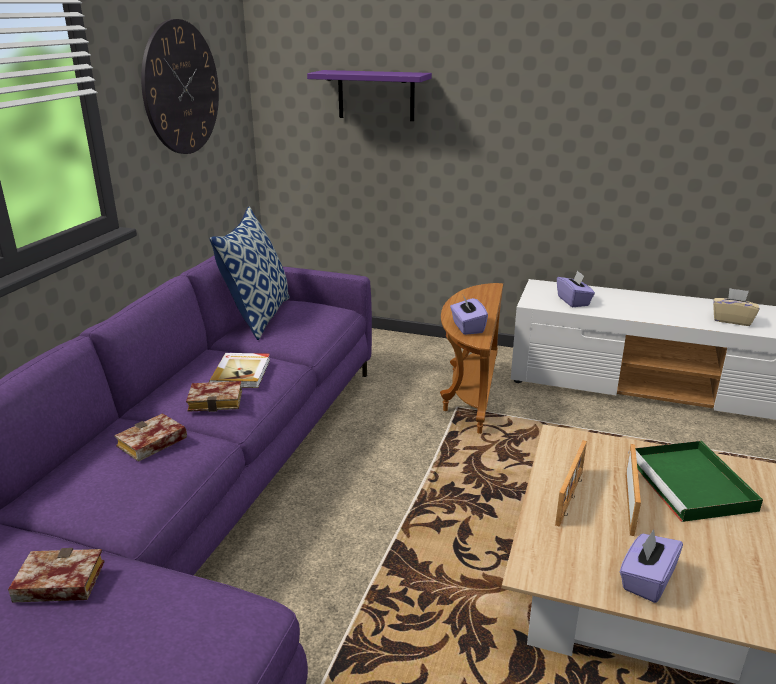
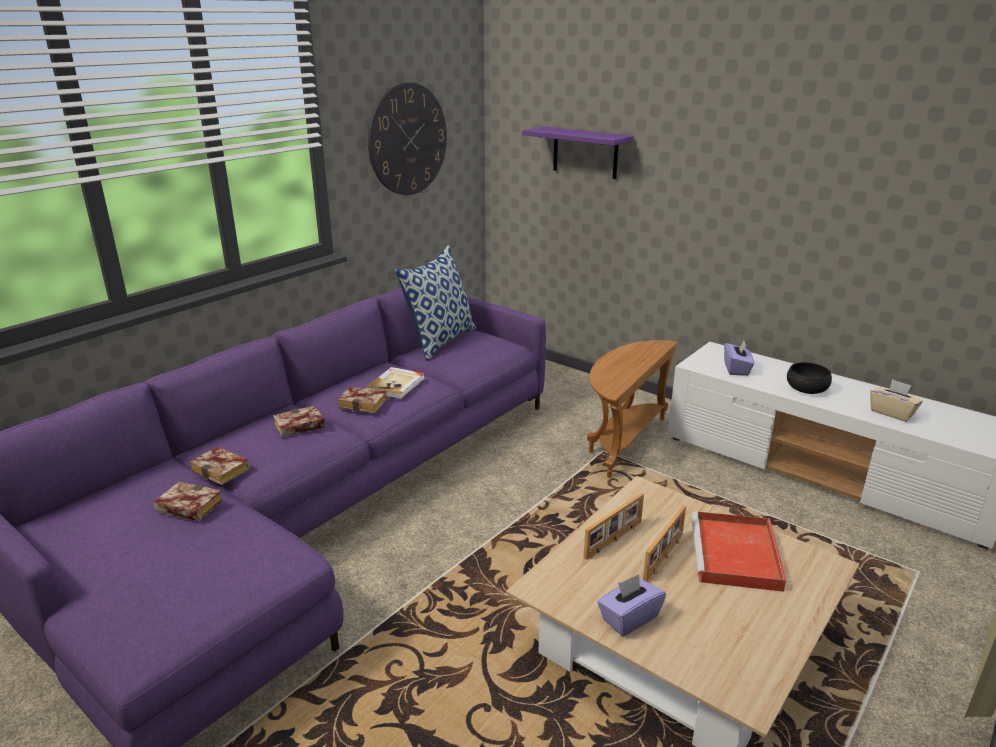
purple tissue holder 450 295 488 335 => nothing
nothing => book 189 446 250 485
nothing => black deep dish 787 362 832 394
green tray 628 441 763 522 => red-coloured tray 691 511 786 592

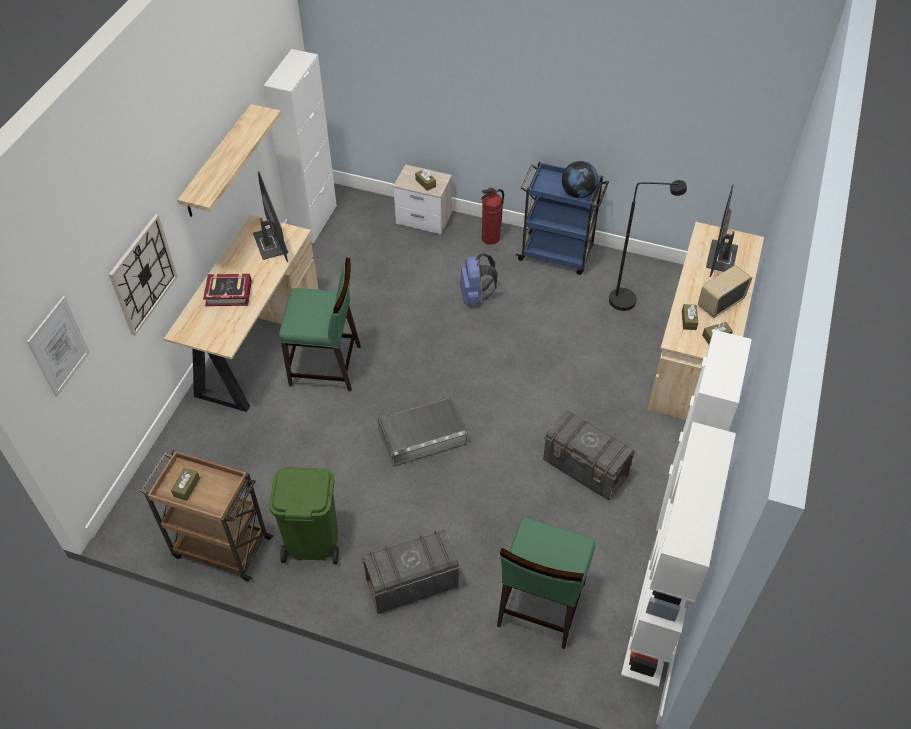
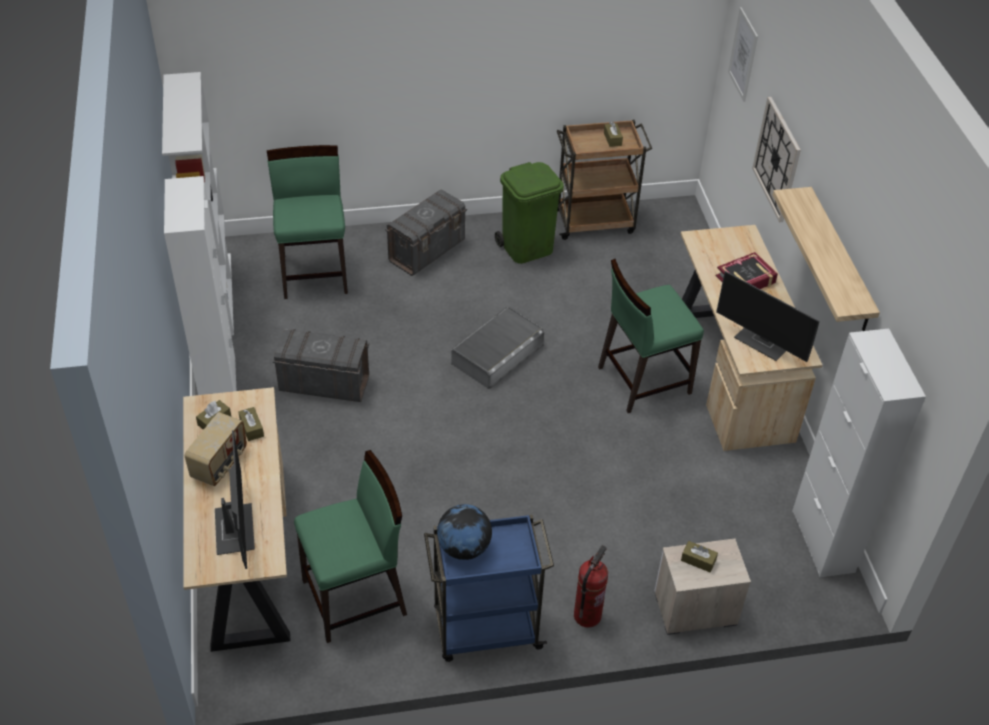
blue knapsack 460 253 498 304 => nothing
black standing lamp 609 180 687 311 => green upright chair 294 450 407 643

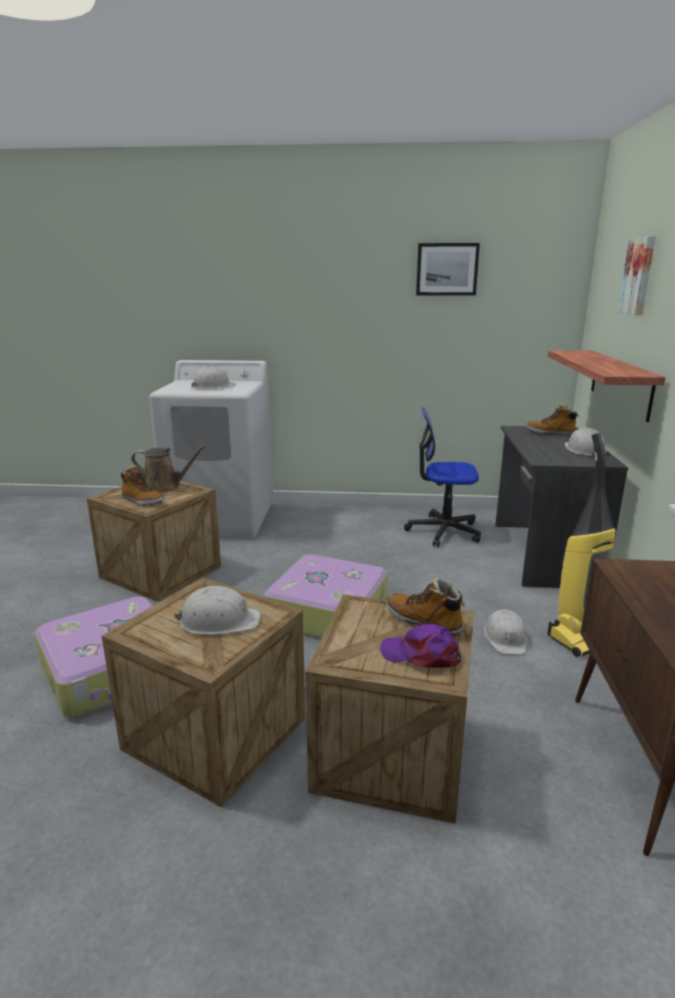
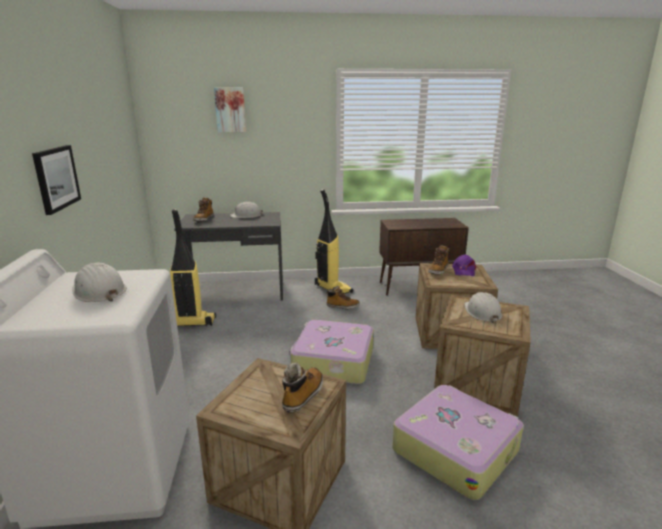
brownish sprinkling can 131 446 206 493 => nothing
wall shelf 548 350 666 422 => nothing
wall picture 416 243 480 296 => wall picture 32 145 81 215, relocated
office chair 404 407 481 547 => vacuum 170 209 216 326
white-coloured hard hat 484 609 527 655 => high-top boot 326 286 360 309

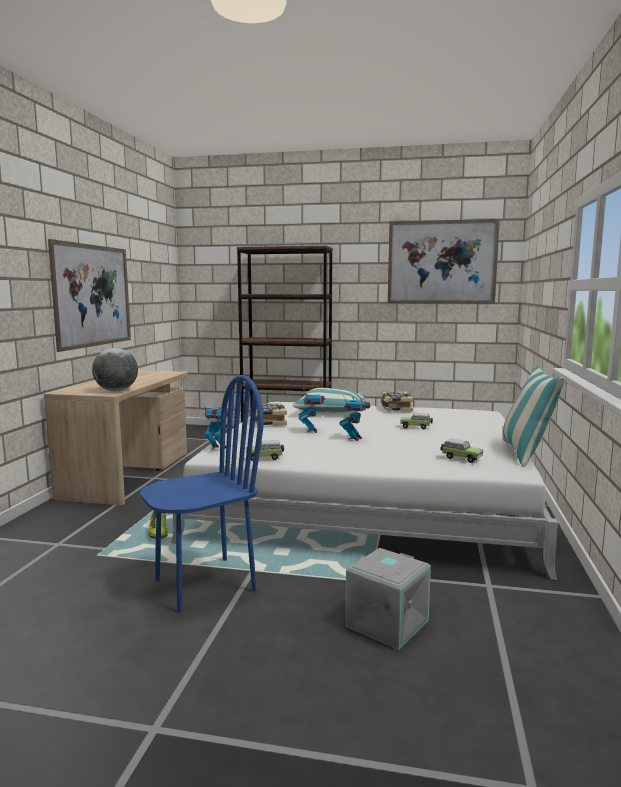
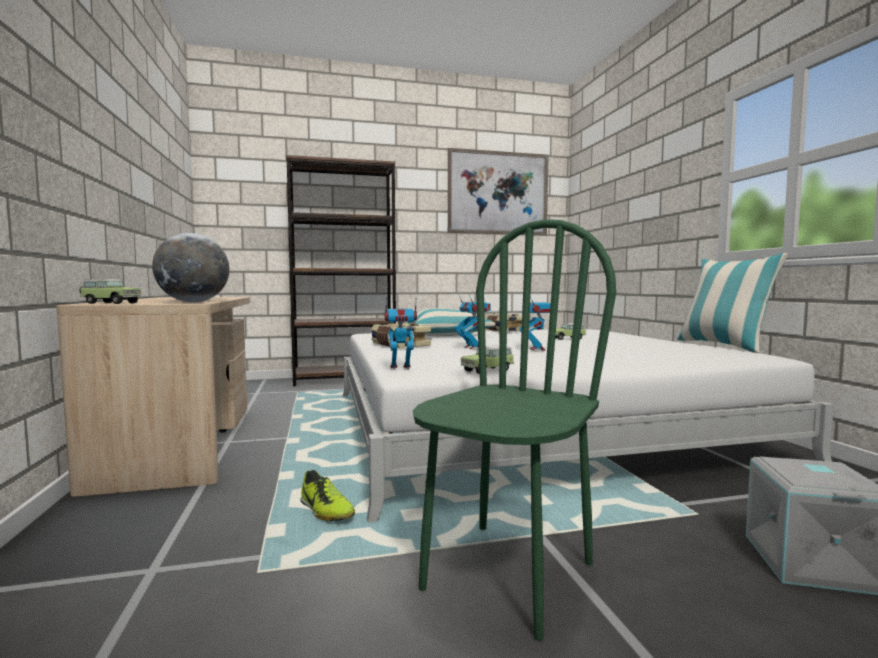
wall picture 48 239 131 352 => nothing
model car 441 438 483 463 => model car 79 279 141 304, relocated
blue upright chair 140 375 264 613 => green upright chair 413 219 616 641

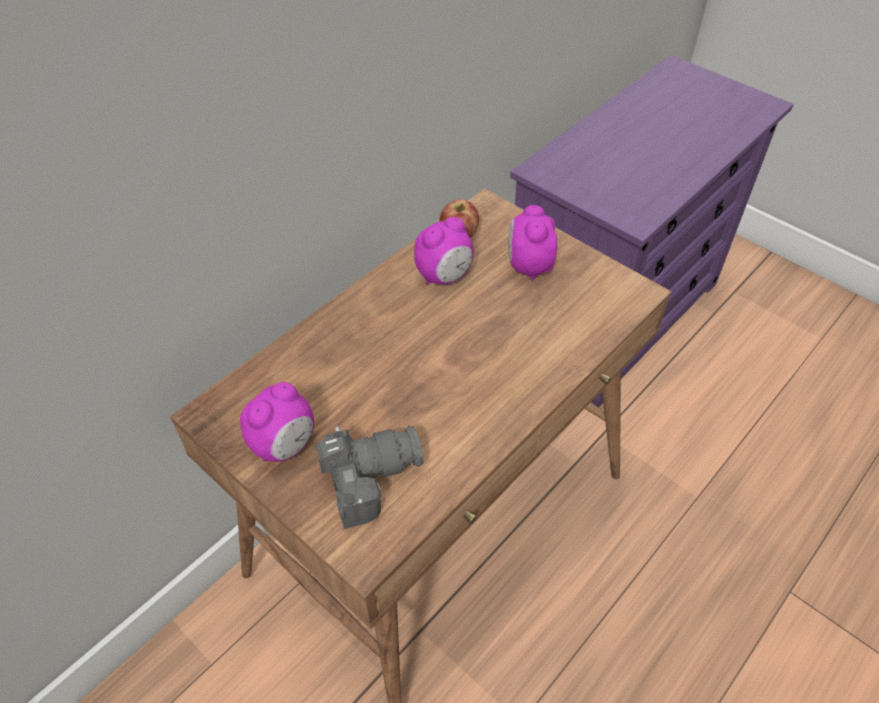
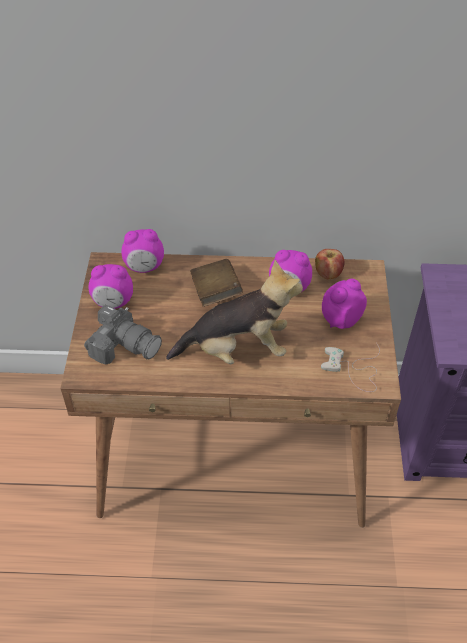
nothing => table clock 121 229 164 273
nothing => cuddly toy 166 260 303 364
nothing => brownish book 190 259 243 307
nothing => white-coloured game controller 321 343 380 392

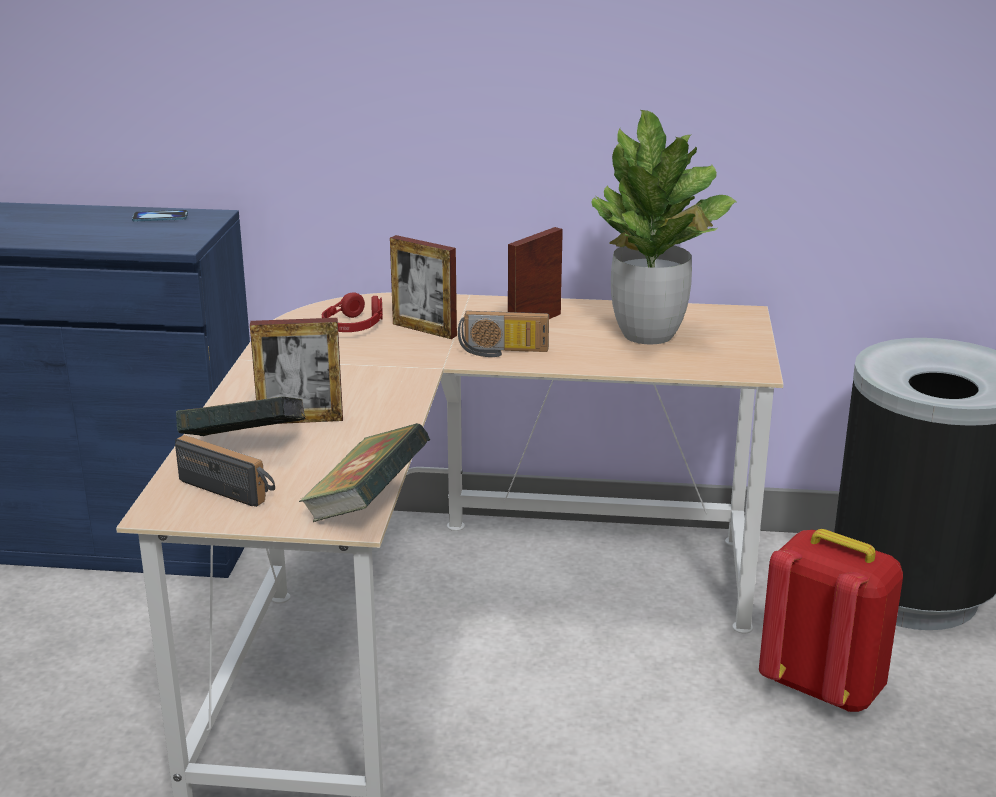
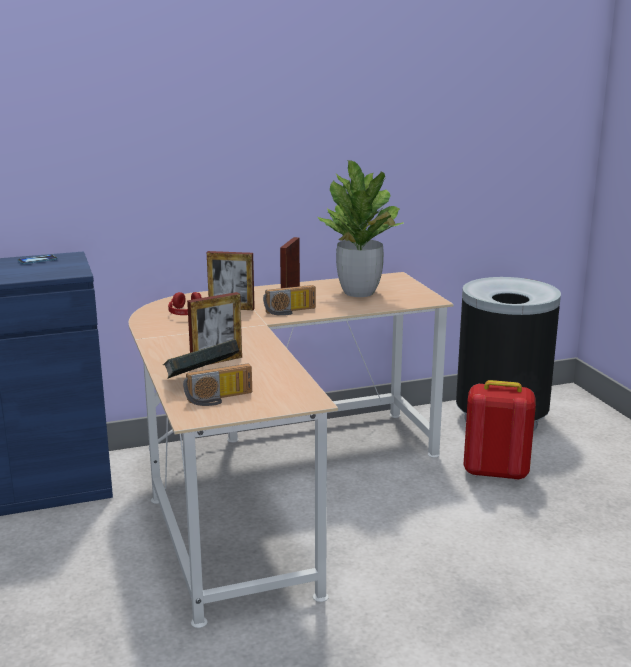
book 299 423 430 522 => nothing
radio 175 435 275 507 => radio 183 363 252 406, 150 degrees clockwise

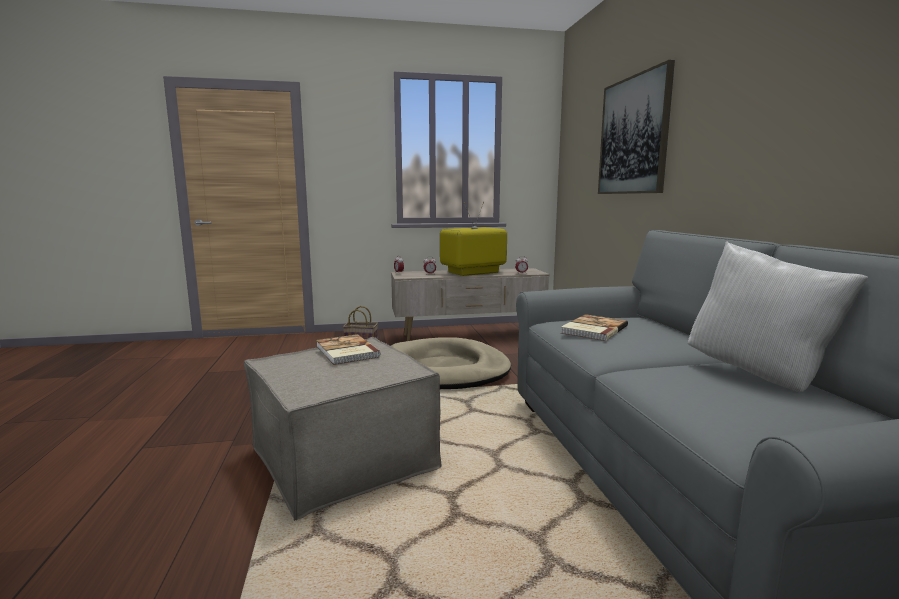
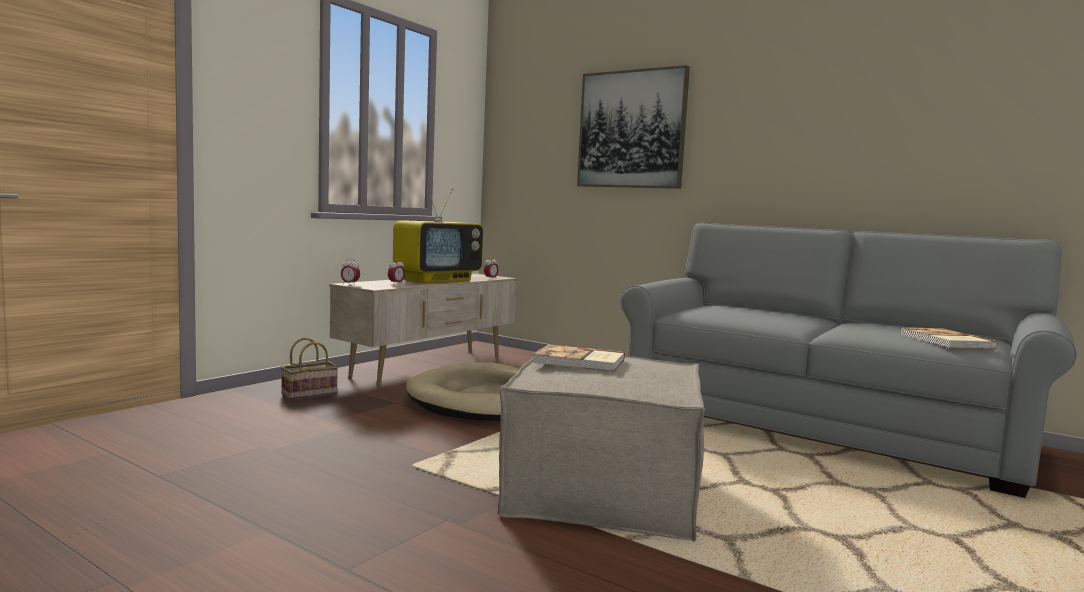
white-coloured pillow 688 241 868 392 => nothing
book 561 314 628 341 => book 900 327 998 349, relocated
television 440 202 507 276 => television 393 186 483 283, 150 degrees counterclockwise

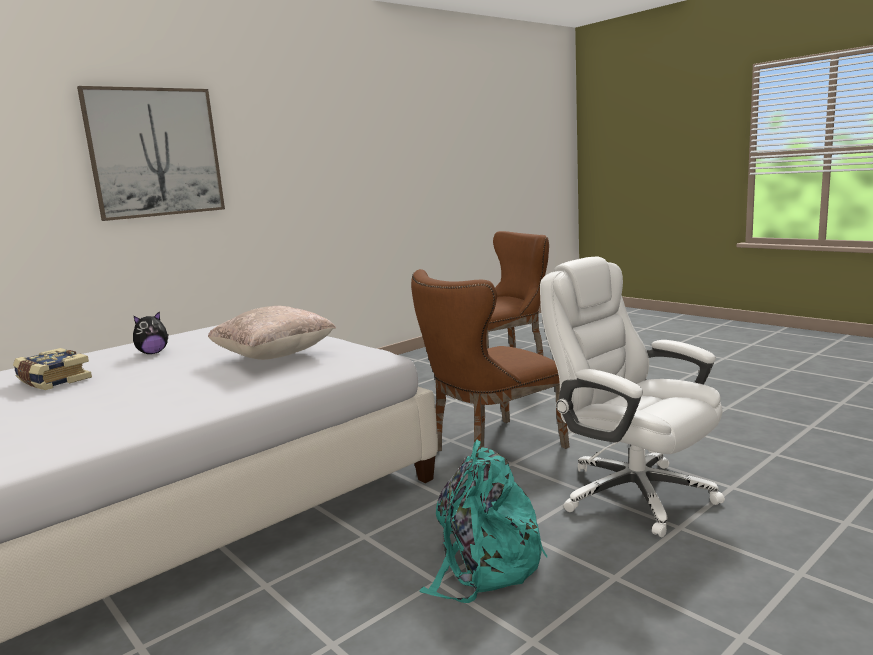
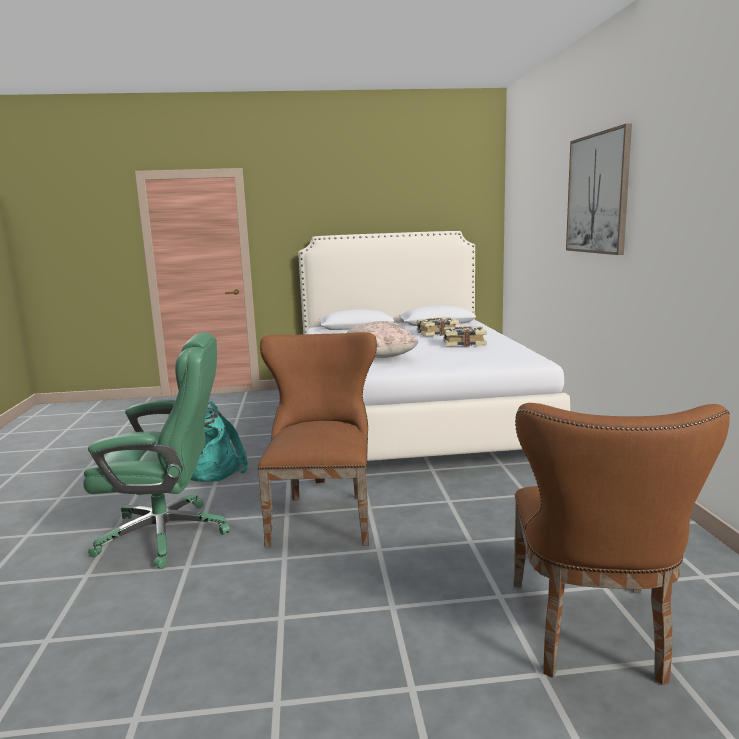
cuddly toy 133 311 168 354 => book 443 326 487 346
white-coloured office chair 540 257 725 537 => green office chair 83 332 230 569

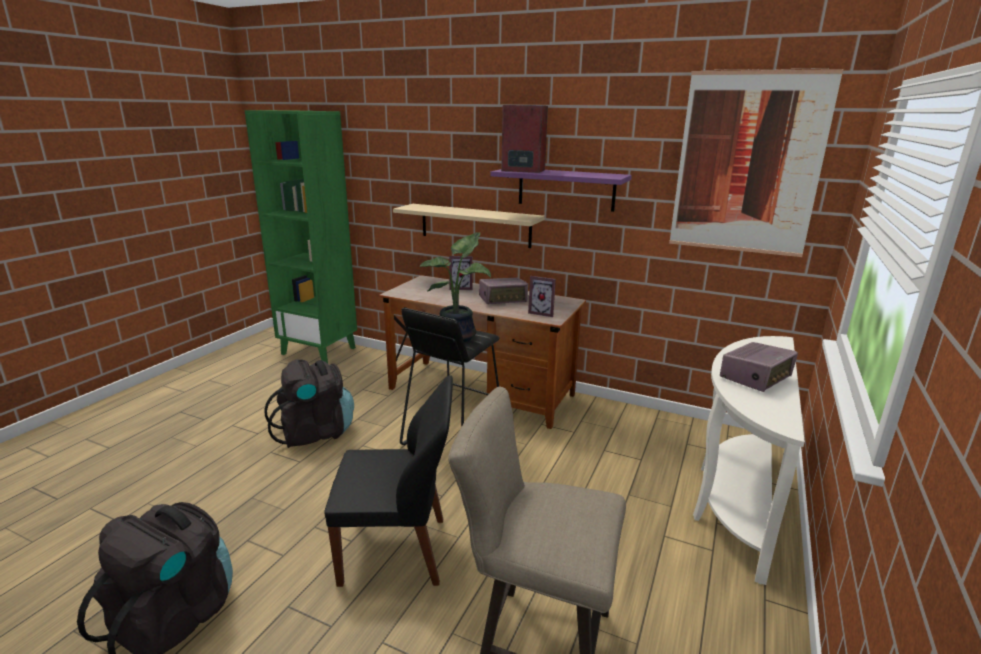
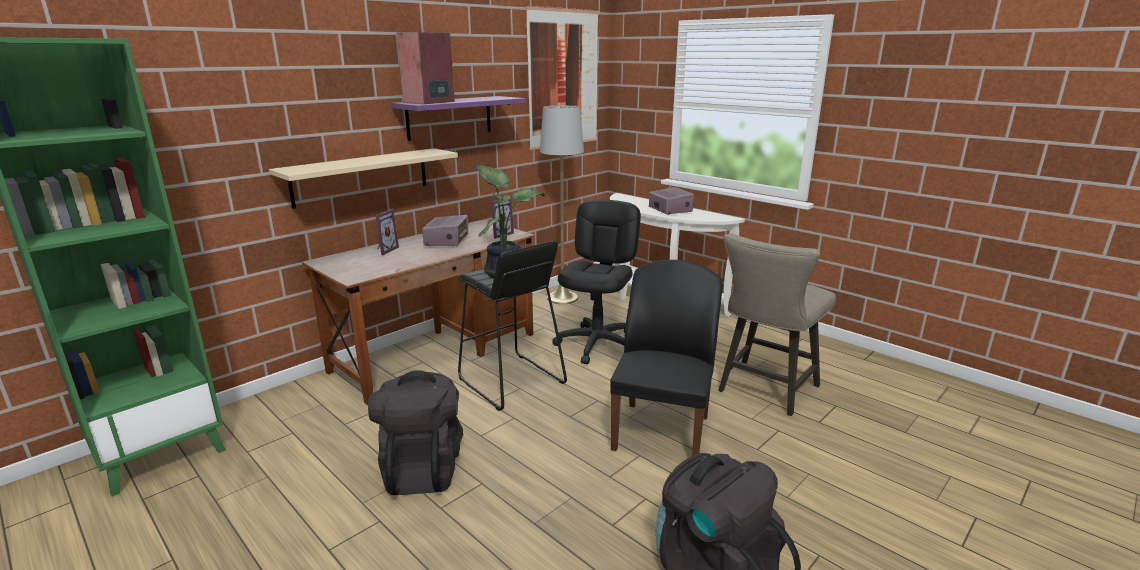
nothing => greyish standing lamp 540 105 584 304
nothing => black office chair 552 200 641 364

